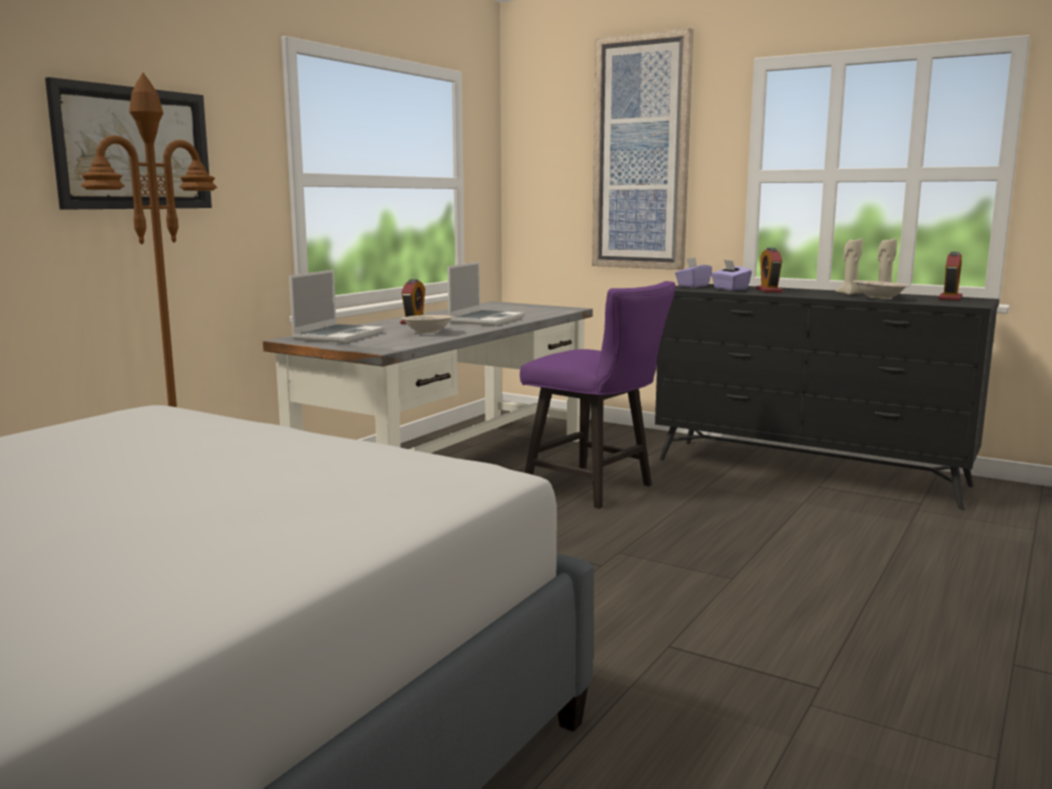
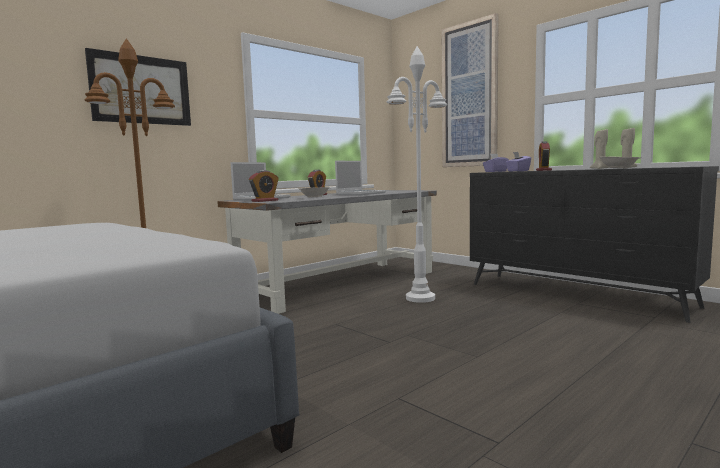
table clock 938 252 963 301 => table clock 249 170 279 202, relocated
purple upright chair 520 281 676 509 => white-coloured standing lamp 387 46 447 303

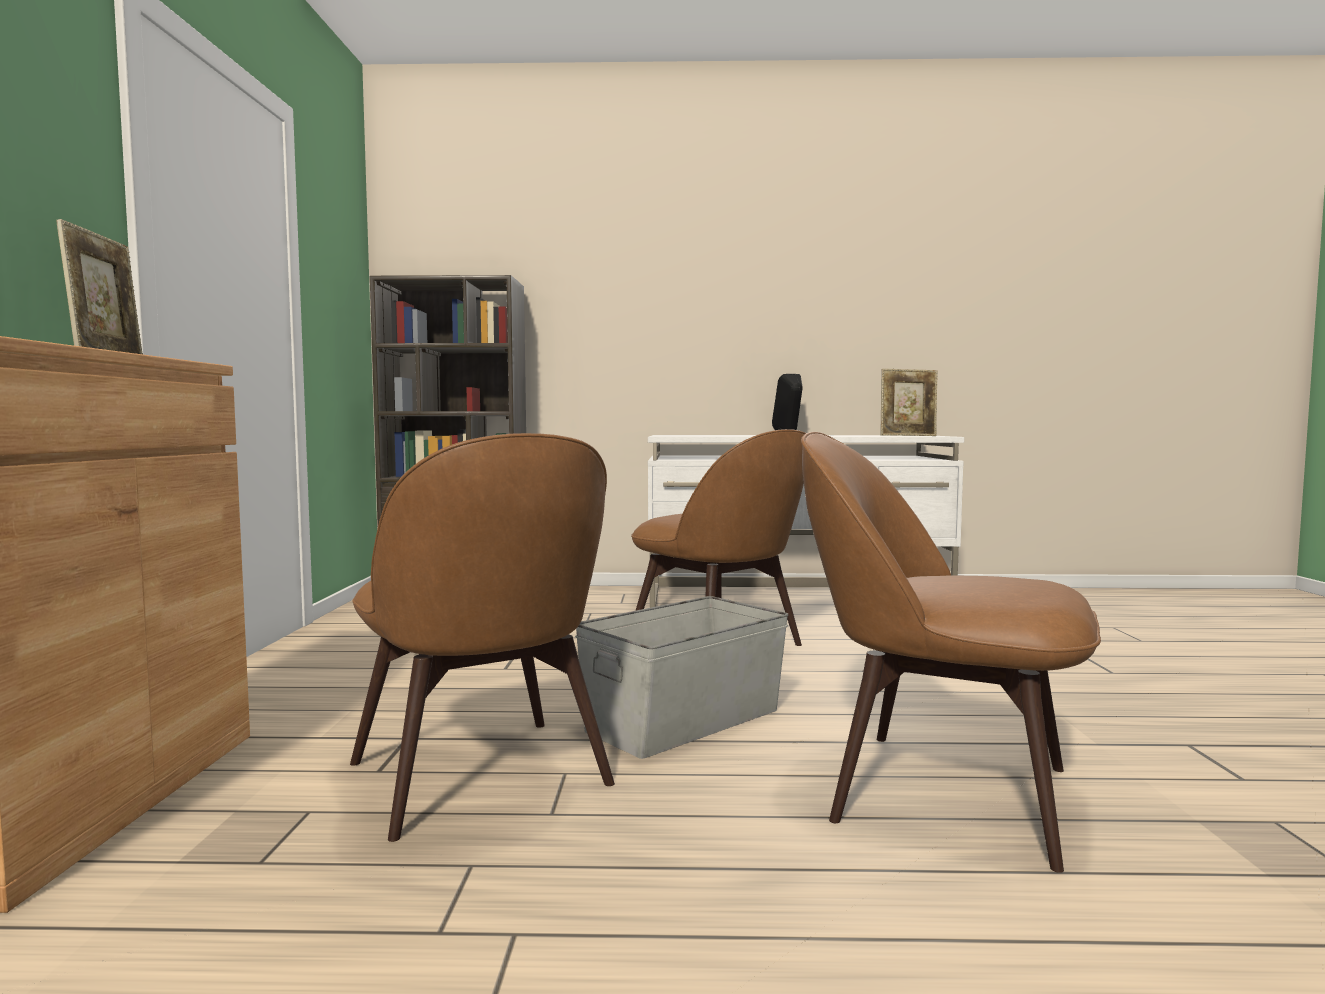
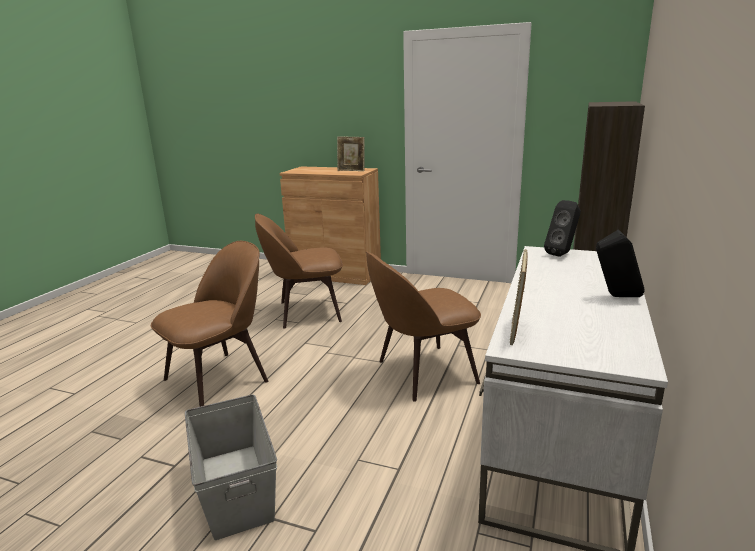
nothing => black speaker 544 200 581 257
greyish storage container 575 596 788 759 => greyish storage container 185 394 277 540, relocated

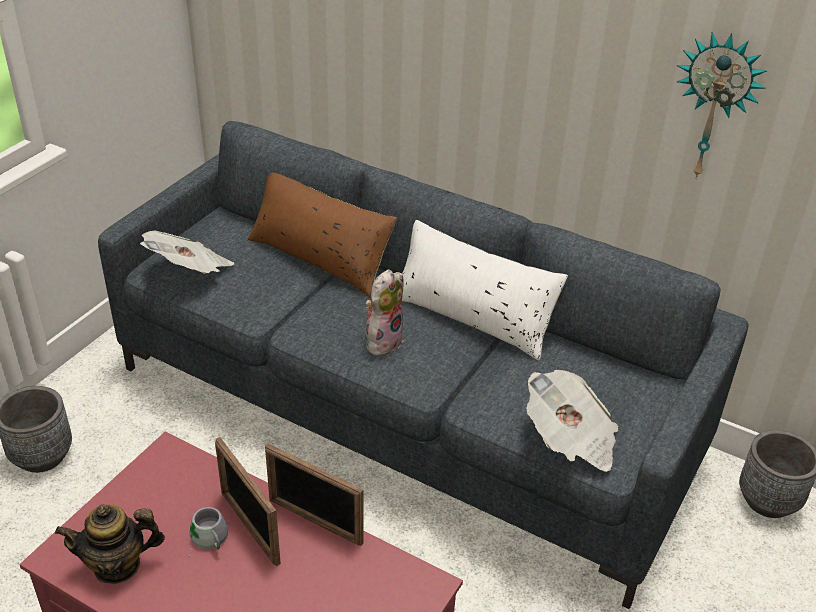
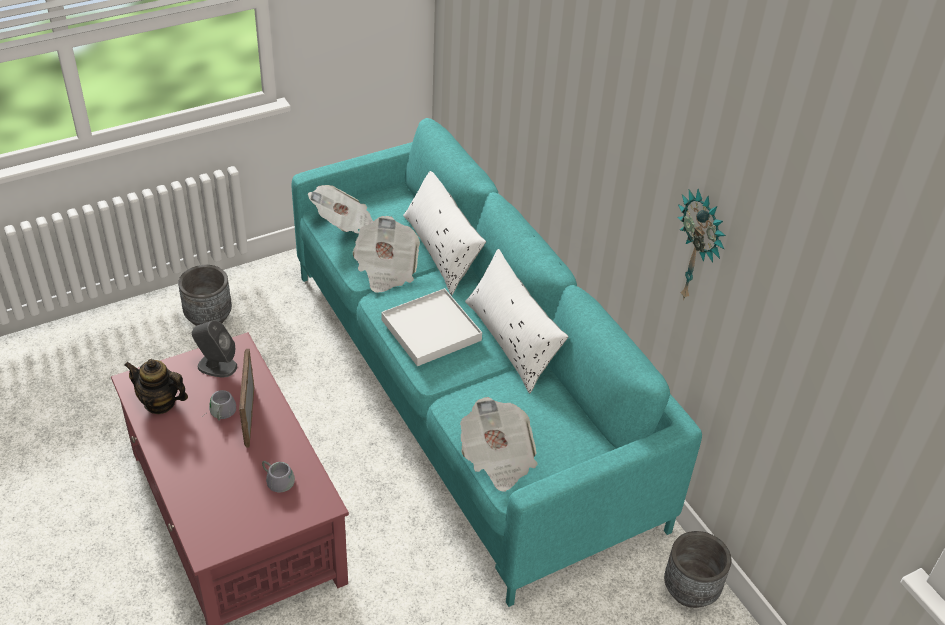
standing frame 265 444 364 546 => nothing
nothing => greyish speaker 192 320 237 377
nothing => greyish tea mug 262 461 295 492
nothing => printed paper 353 216 420 293
cuddly toy 365 269 404 356 => white-coloured tray 381 288 482 366
greyish settee 98 121 749 609 => turquoise settee 292 118 702 607
brownish pillow 248 173 397 298 => white-coloured pillow 403 171 486 295

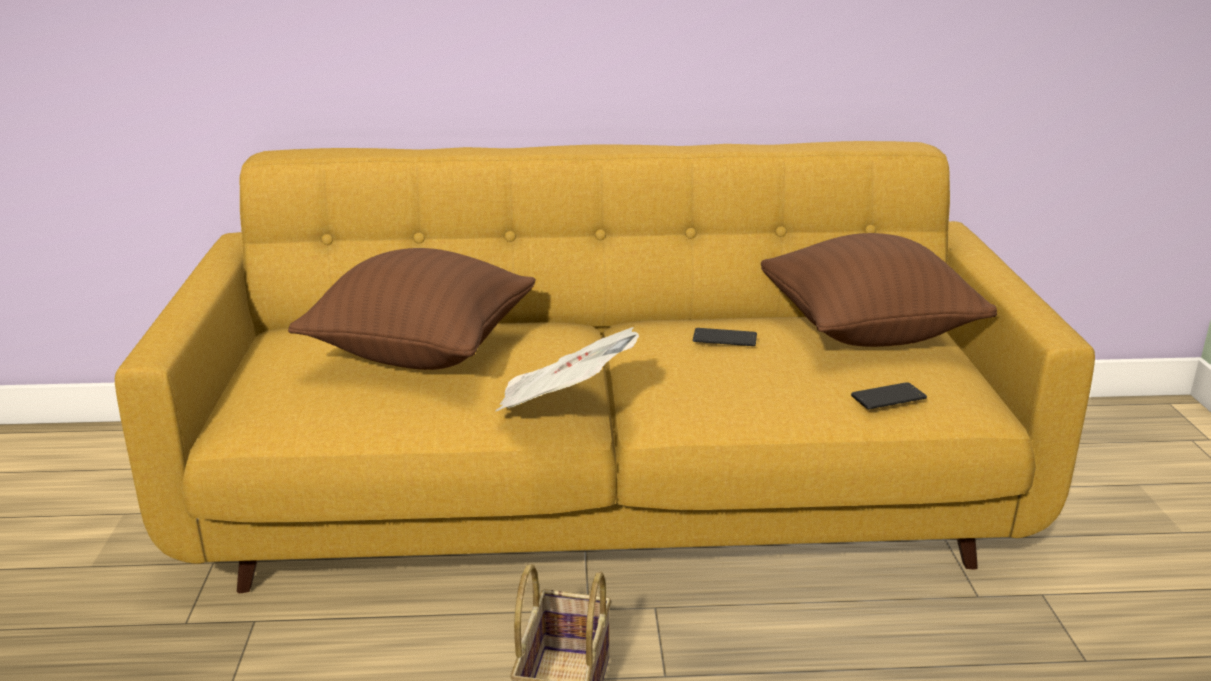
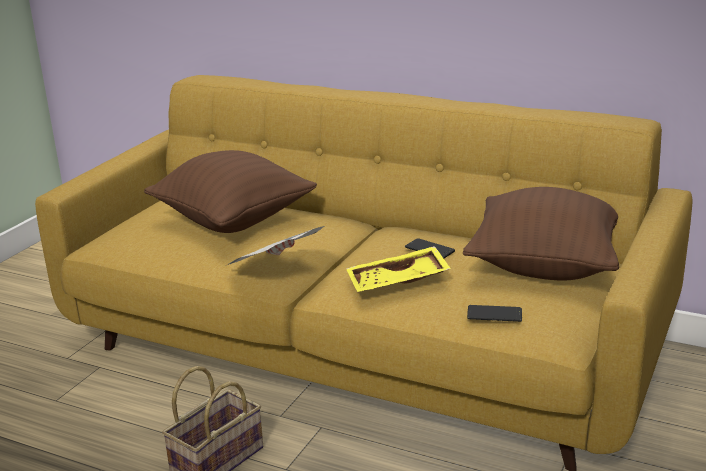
nothing => yellow-coloured tray 346 246 451 292

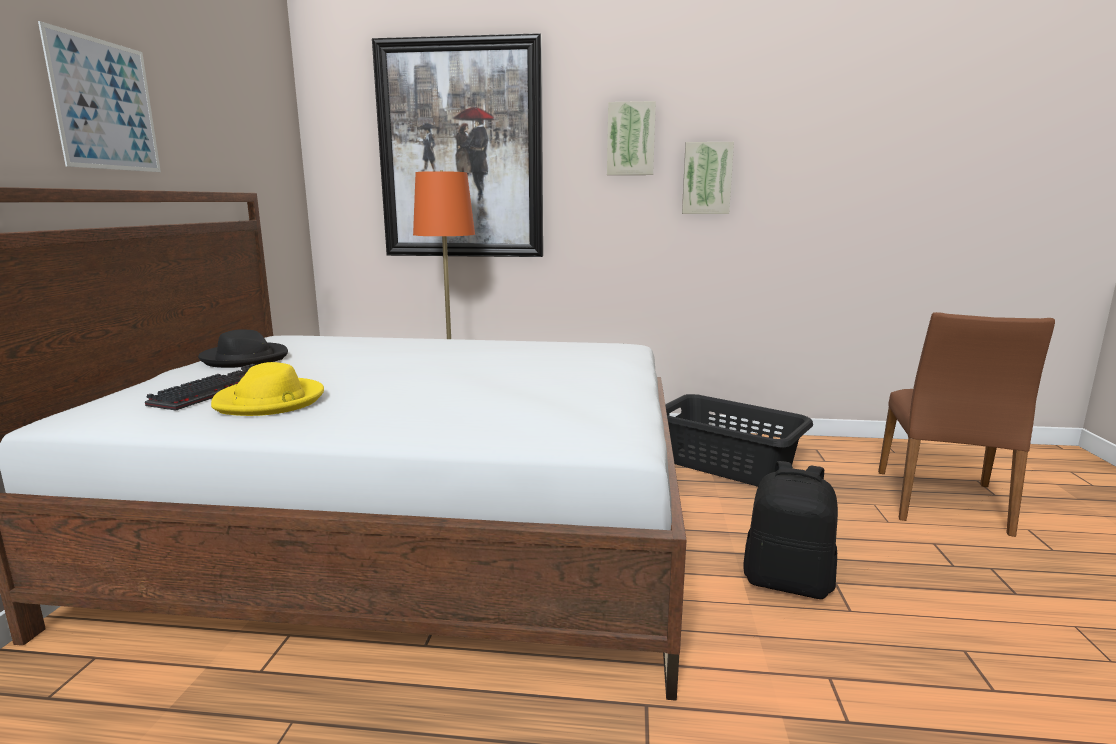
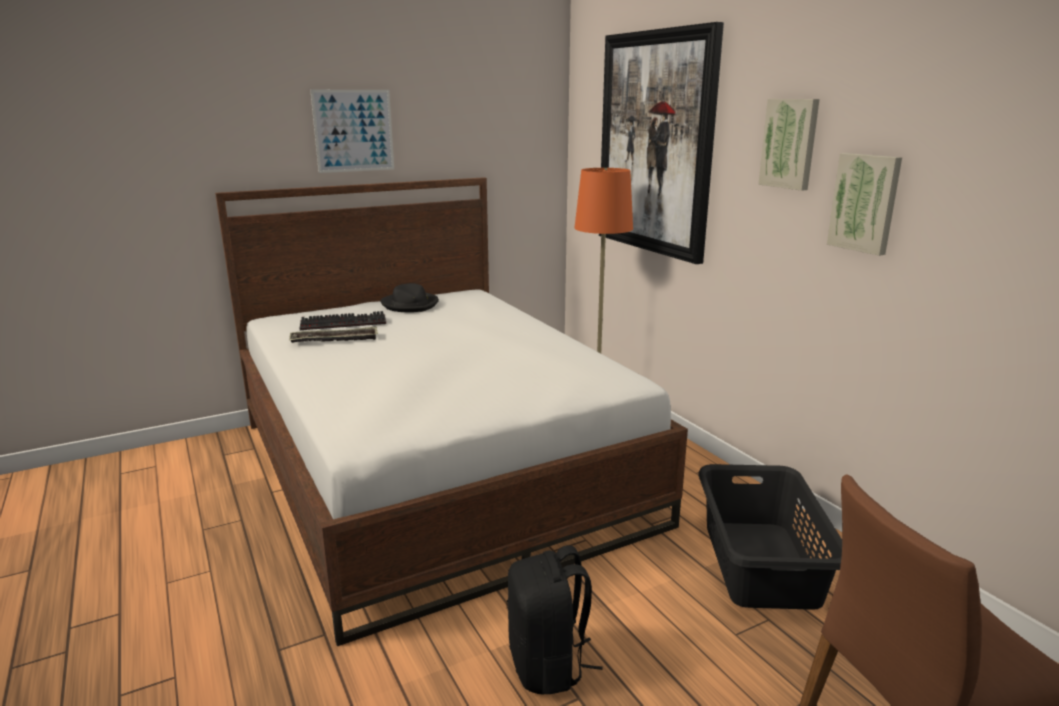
yellow-coloured wearable hat 211 362 324 416 => tray 289 326 378 343

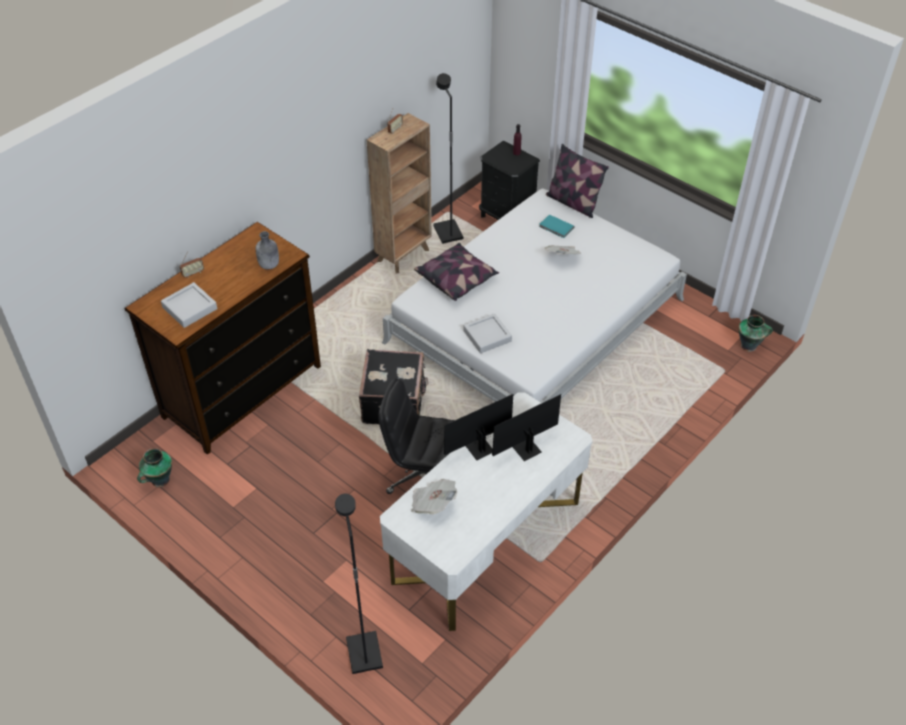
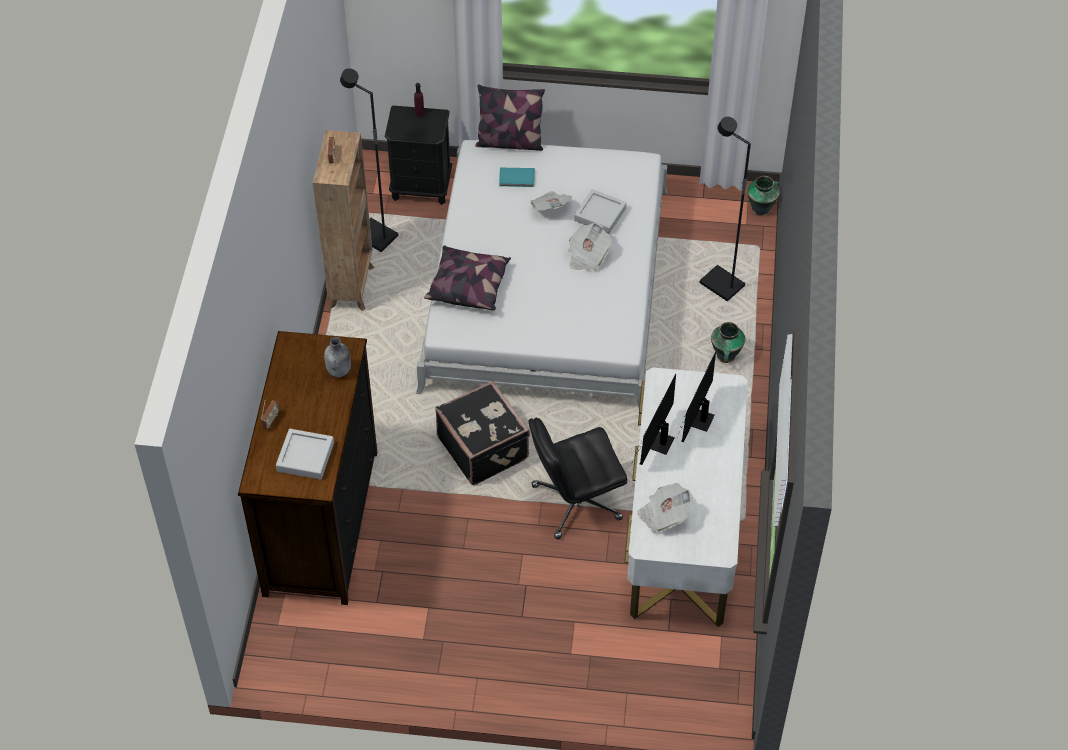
nothing => printed paper 568 223 612 271
decorative vase 137 448 172 487 => decorative vase 711 322 745 363, relocated
black standing lamp 335 494 383 674 => black standing lamp 699 117 751 301, relocated
greyish tray 463 313 512 353 => greyish tray 574 189 626 234, relocated

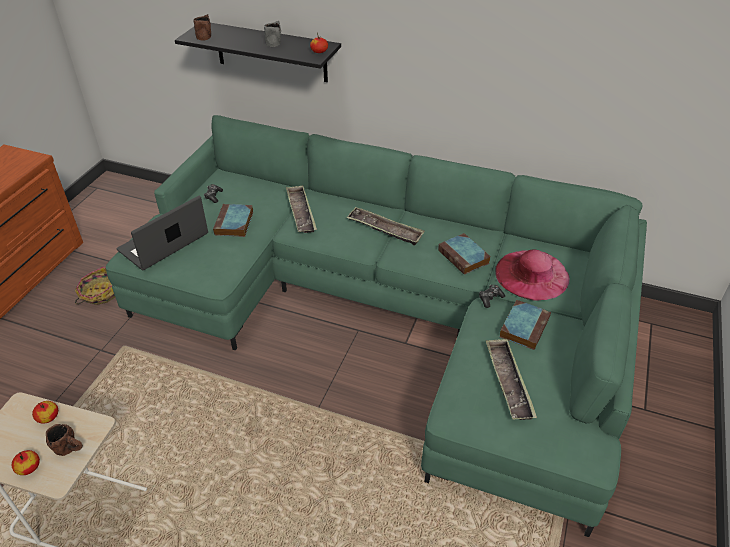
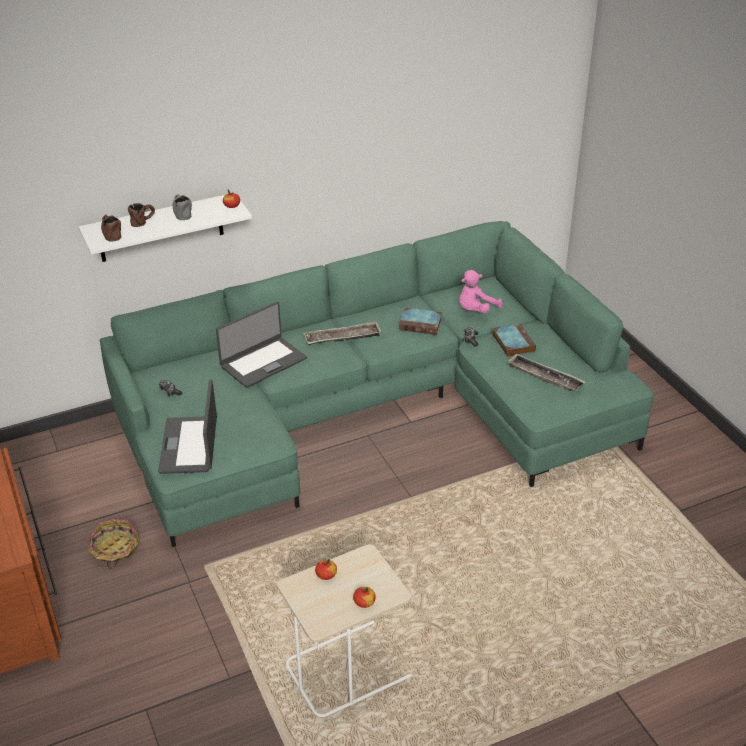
book 213 204 253 237 => nothing
brownish tea mug 46 424 83 456 => brownish tea mug 128 203 155 227, relocated
tray 286 186 317 233 => notebook computer 216 302 307 388
pink wearable hat 495 250 570 301 => pink cuddly toy 459 270 503 314
black wall shelf 175 23 341 82 => white-coloured wall shelf 78 195 252 262

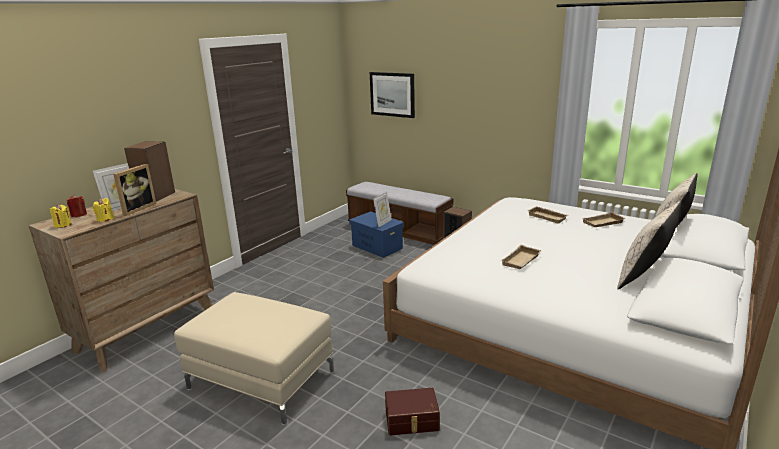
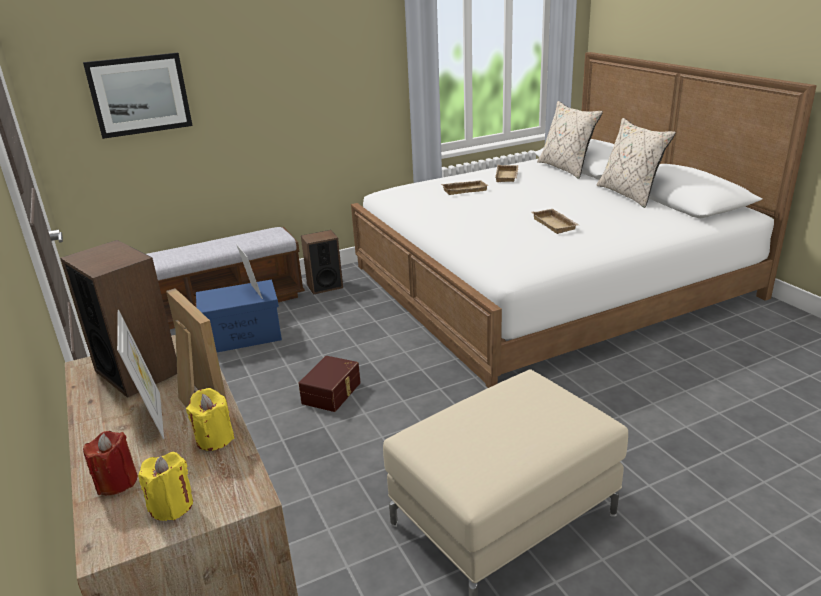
brownish storage container 385 388 440 436 => brownish storage container 299 356 361 412, relocated

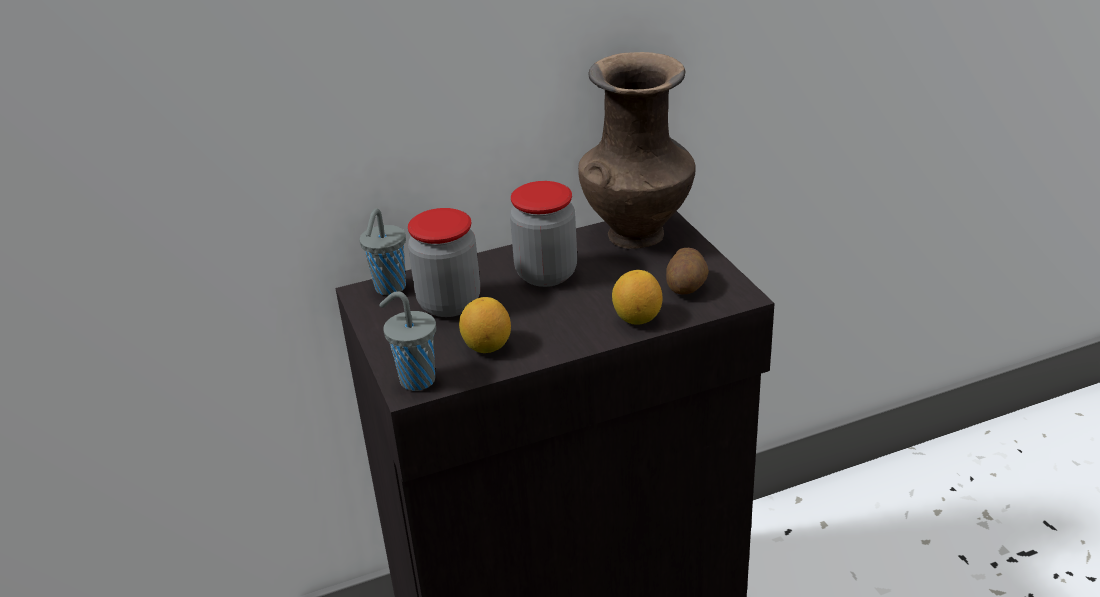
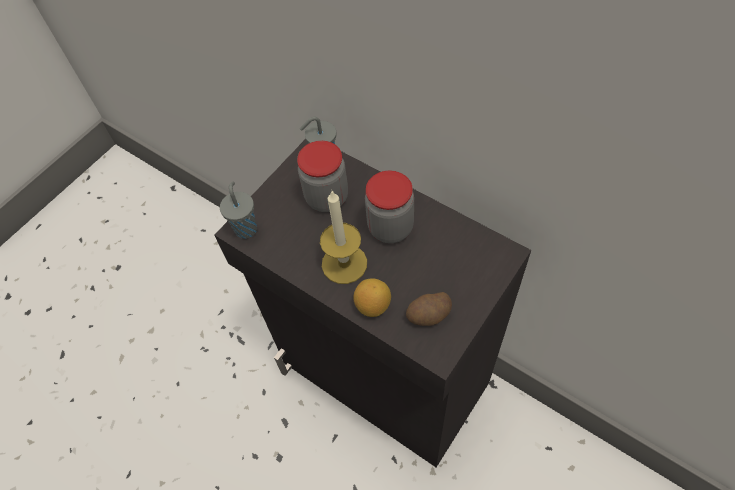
lemon 459 297 511 353 => nothing
brownish decorative vase 578 52 696 249 => nothing
nothing => wax candle 320 191 367 284

